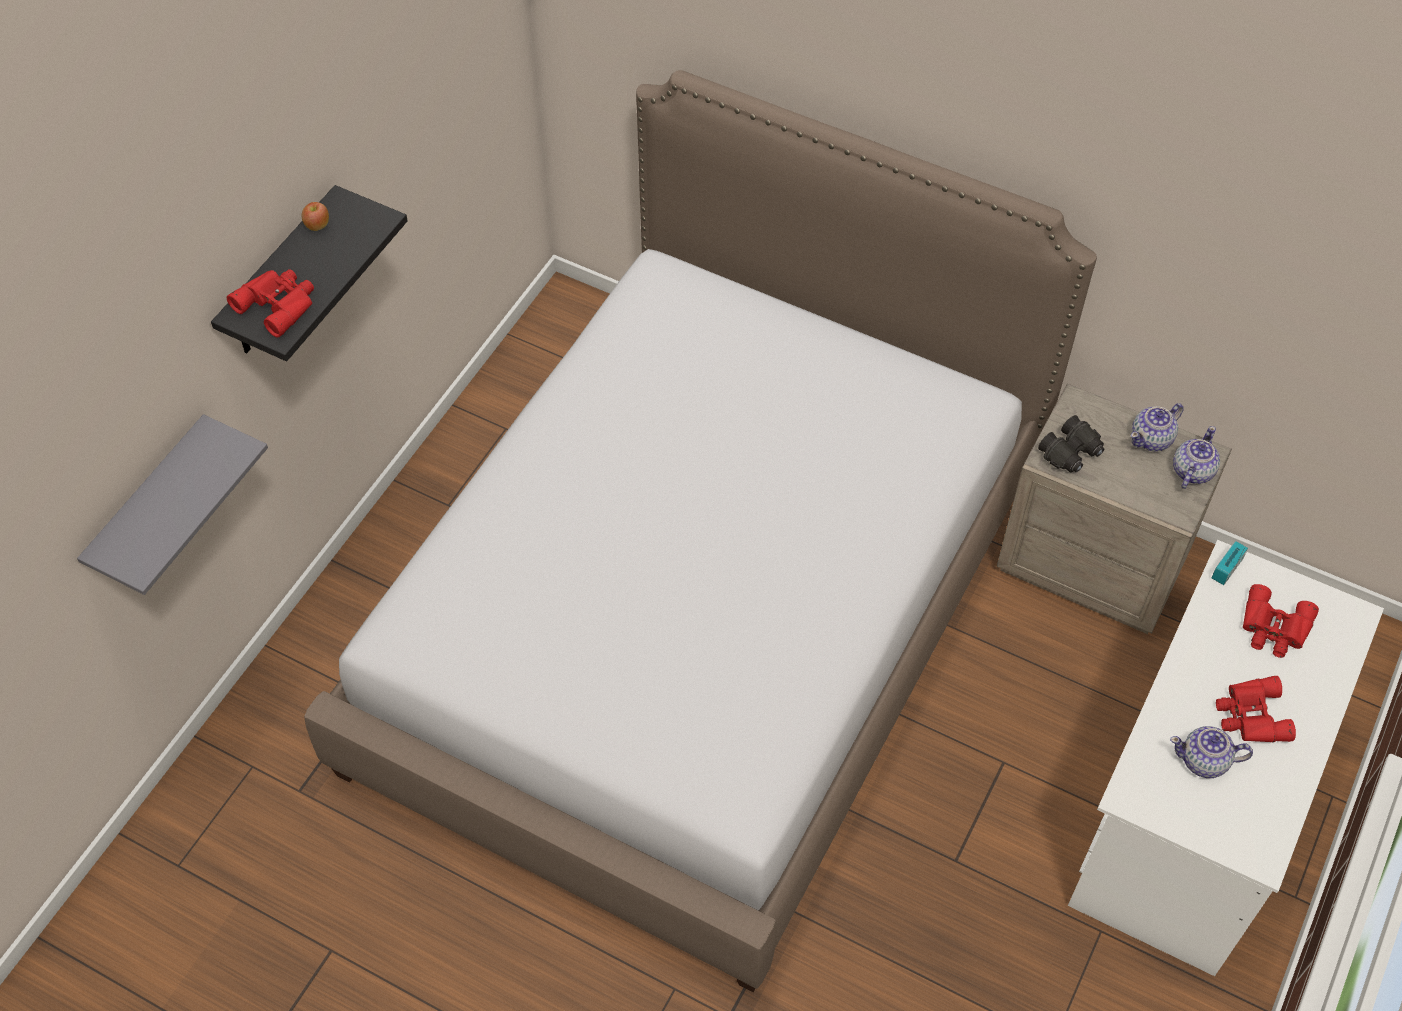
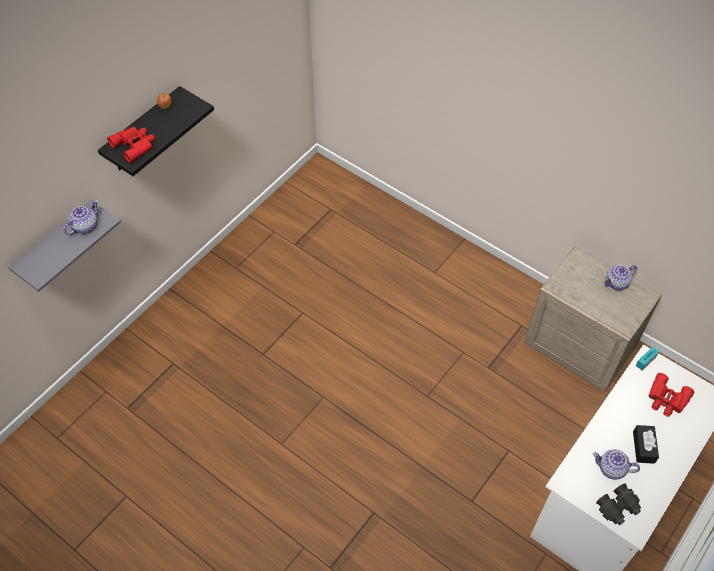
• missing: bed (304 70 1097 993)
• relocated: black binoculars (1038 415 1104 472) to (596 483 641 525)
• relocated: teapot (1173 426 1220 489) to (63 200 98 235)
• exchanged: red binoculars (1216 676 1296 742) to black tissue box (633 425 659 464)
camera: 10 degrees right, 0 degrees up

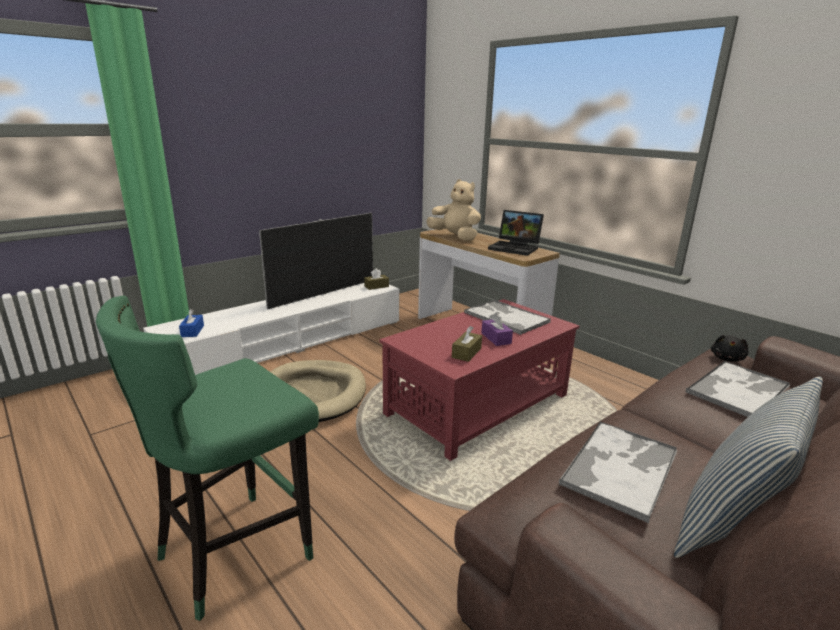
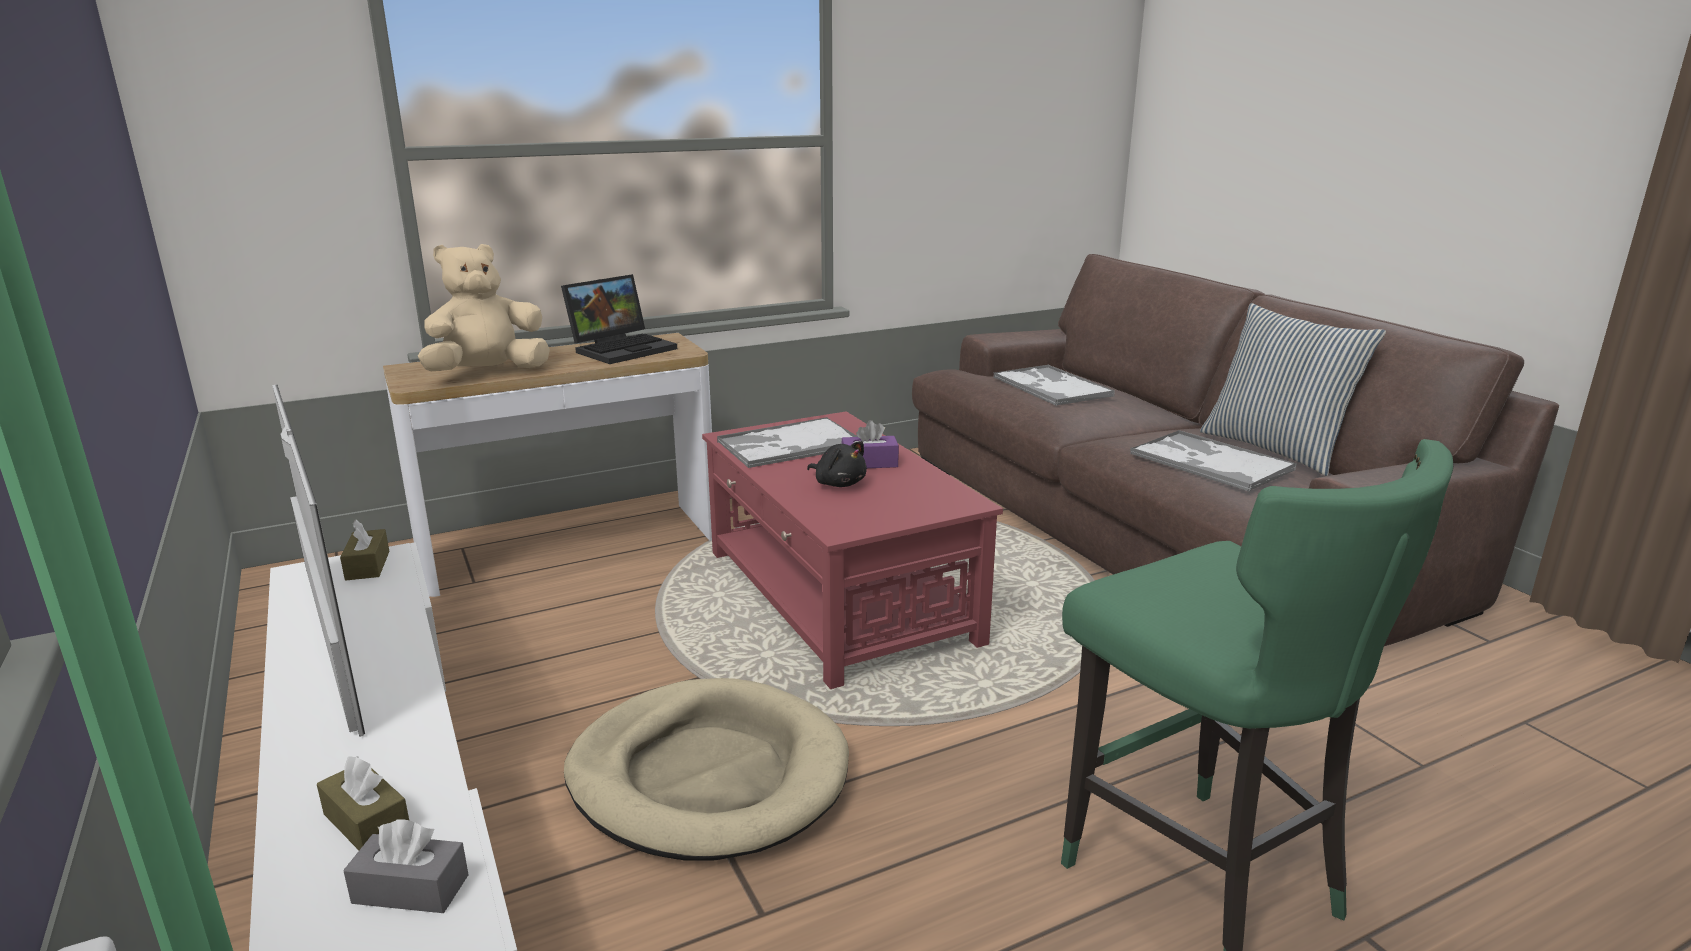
• colour: blue tissue box (179 309 204 337) to grey tissue box (343 819 468 913)
• relocated: brown tissue box (452 326 482 362) to (317 756 409 850)
• relocated: black plush toy (711 335 748 362) to (807 441 867 487)
camera: 75 degrees left, 0 degrees up

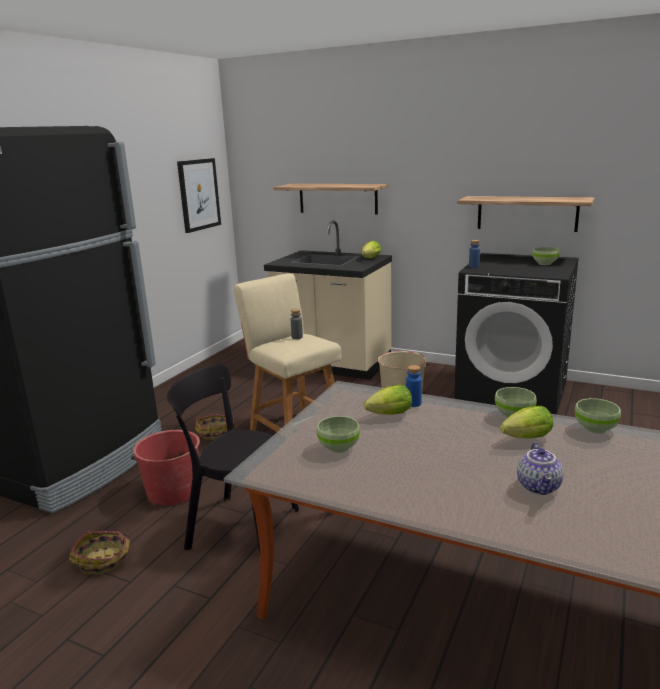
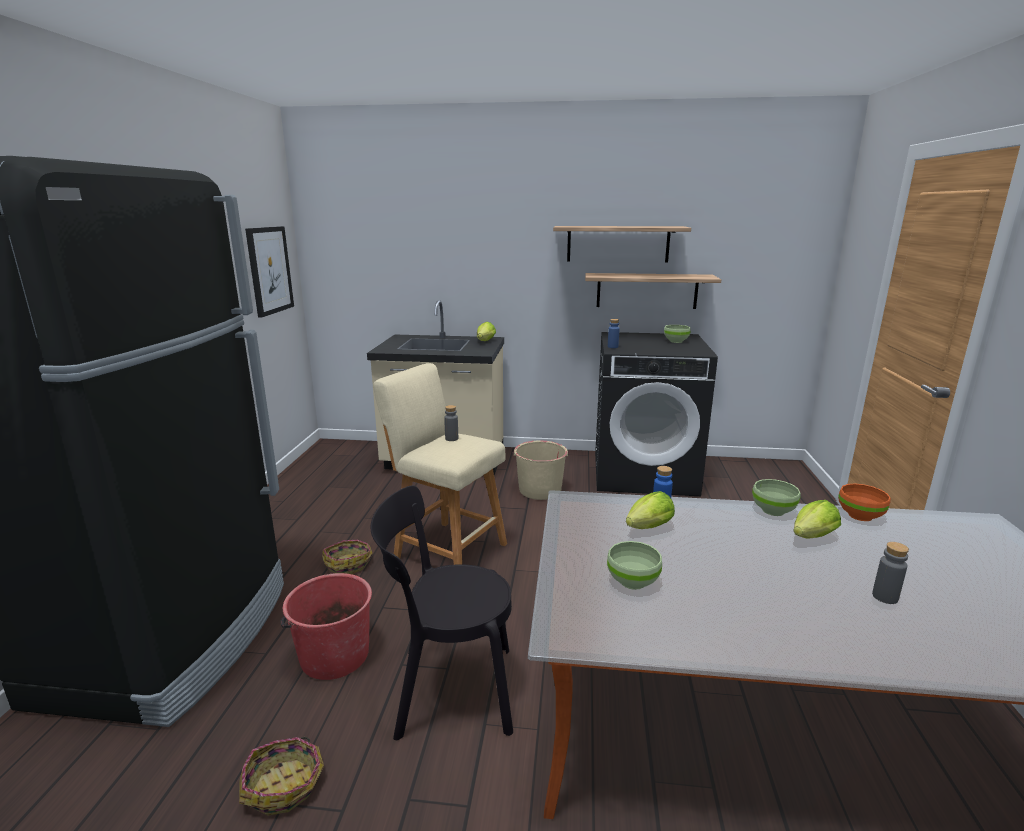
• relocated: shelf (273 184 388 215) to (553 226 691 262)
• exchanged: teapot (517 442 564 495) to grey bottle (872 542 909 604)
• colour: green bowl (575 398 621 434) to orange bowl (838 483 891 521)
camera: 20 degrees left, 0 degrees up

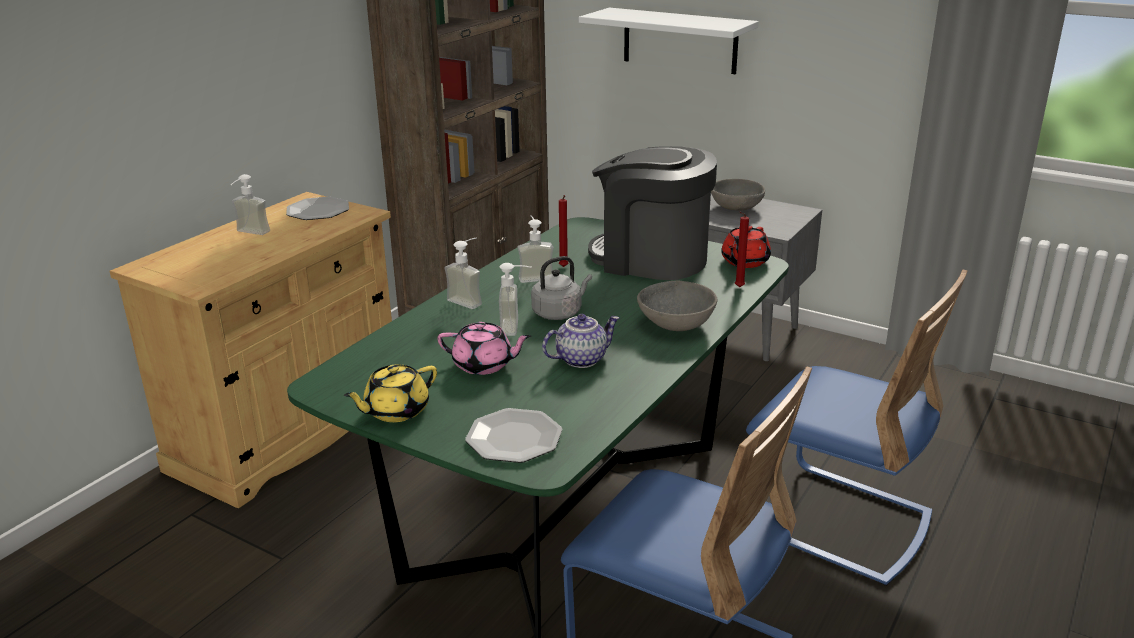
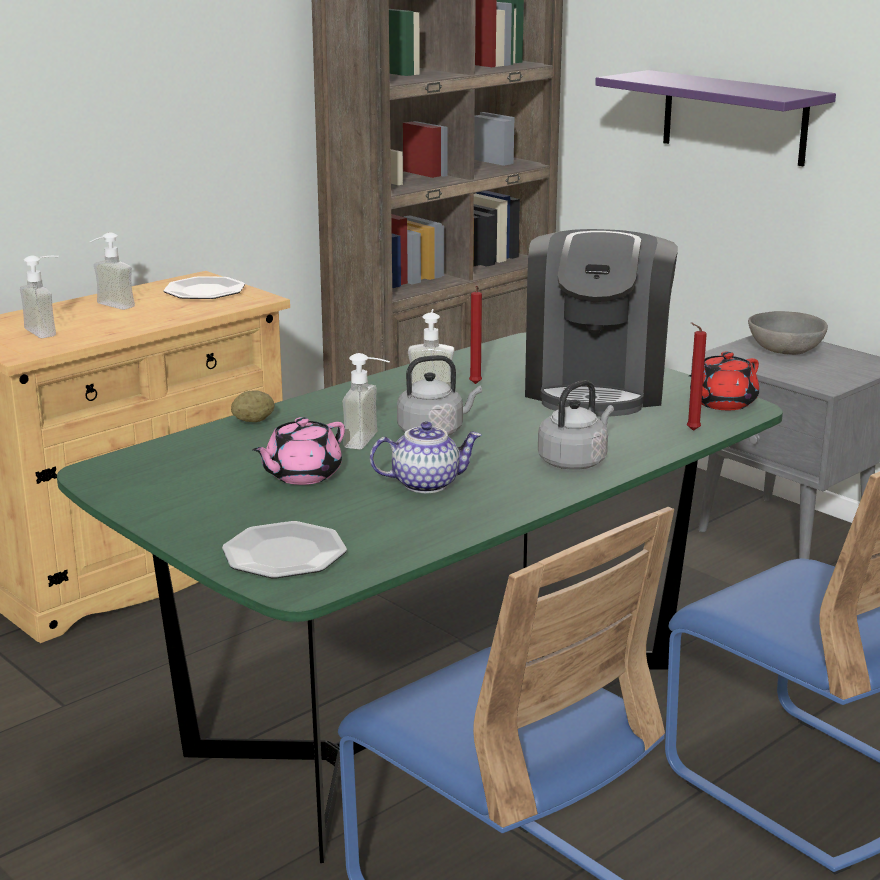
• missing: yellow teapot (344 364 437 422)
• spun: pink teapot (437 322 531 375) = (252 417 345 485) 105 degrees clockwise
• relocated: soap dispenser (445 238 482 309) to (20 255 59 338)
• colour: white shelf (579 8 759 74) to purple shelf (595 70 836 166)
• spun: coffee machine (588 146 717 280) = (525 229 678 417) 120 degrees counterclockwise
• exchanged: grey bowl (637 280 717 331) to grey kettle (538 380 614 470)
• appeared: potato (231 390 275 422)
camera: 15 degrees right, 5 degrees down

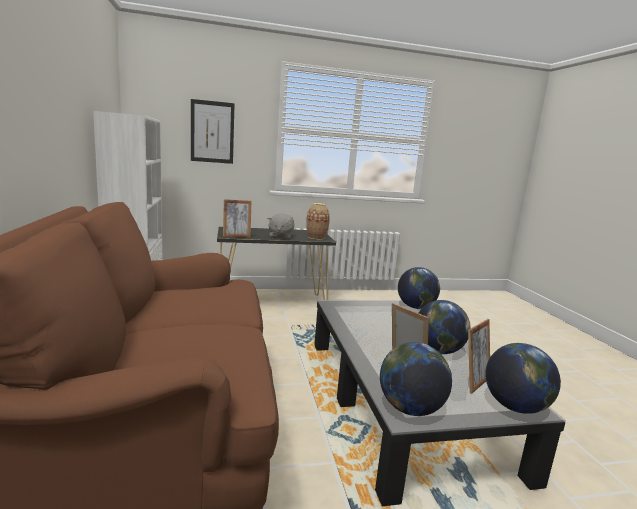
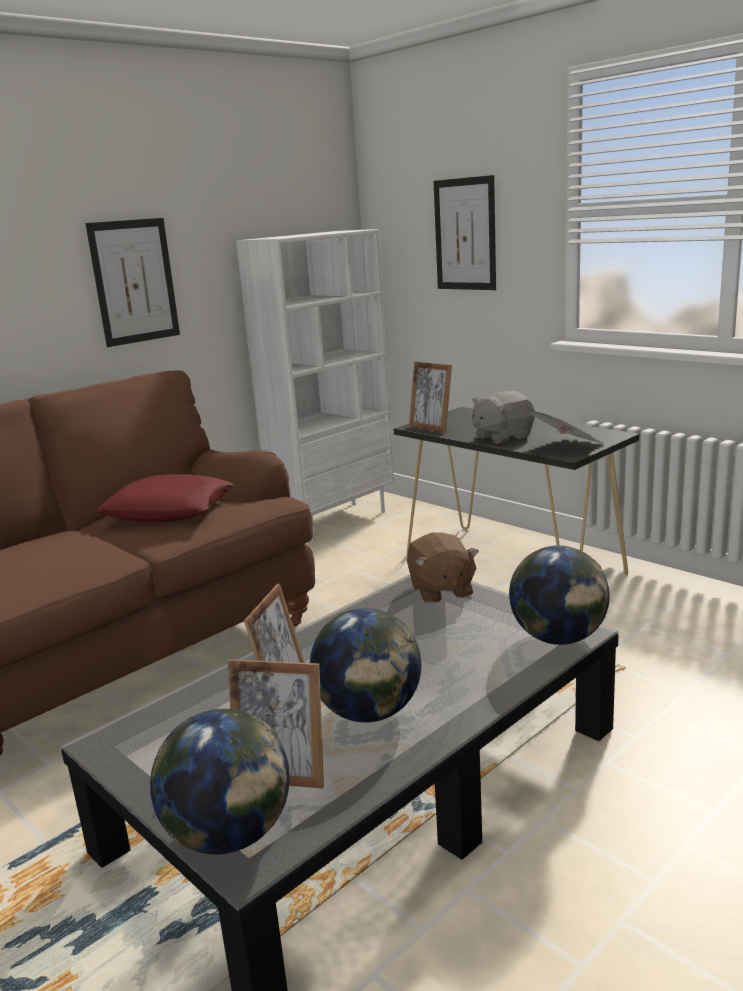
• exchanged: vase (306 203 330 240) to newspaper (525 412 601 442)
• missing: globe (380 342 452 416)
• appeared: picture (85 218 180 347)
• appeared: red pillow (96 474 234 522)
• appeared: brown plush toy (407 532 479 604)
camera: 60 degrees right, 5 degrees up

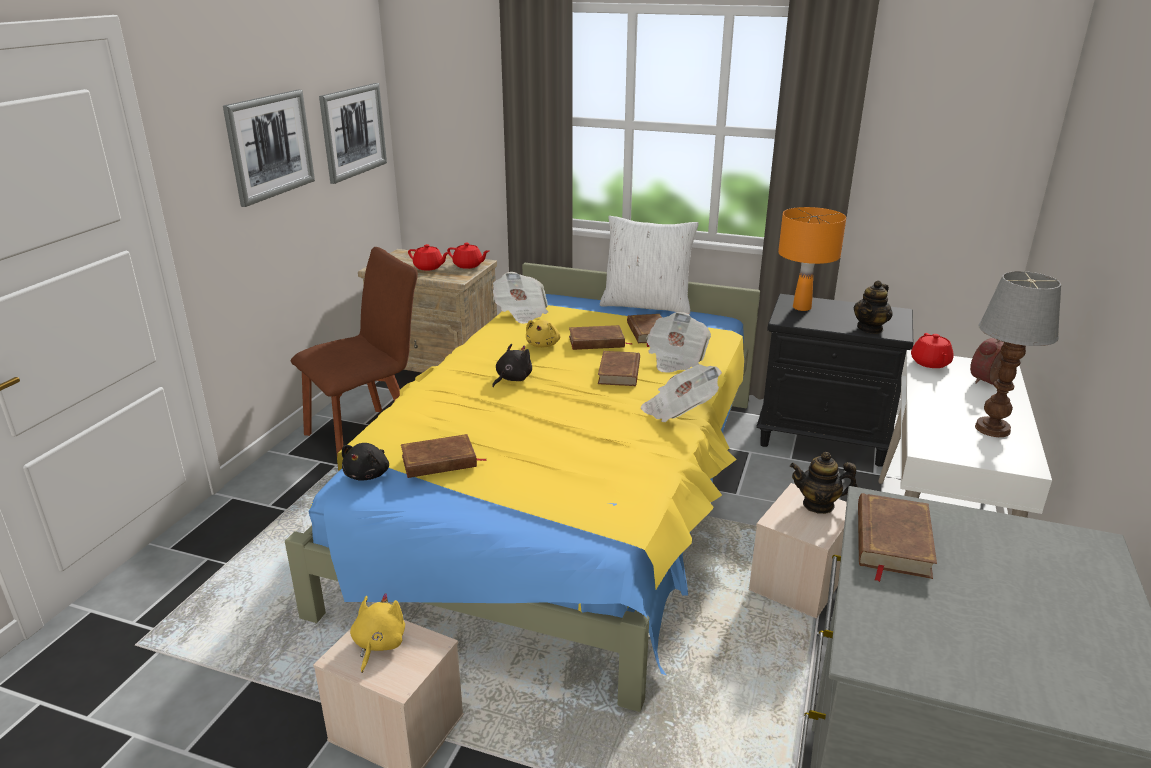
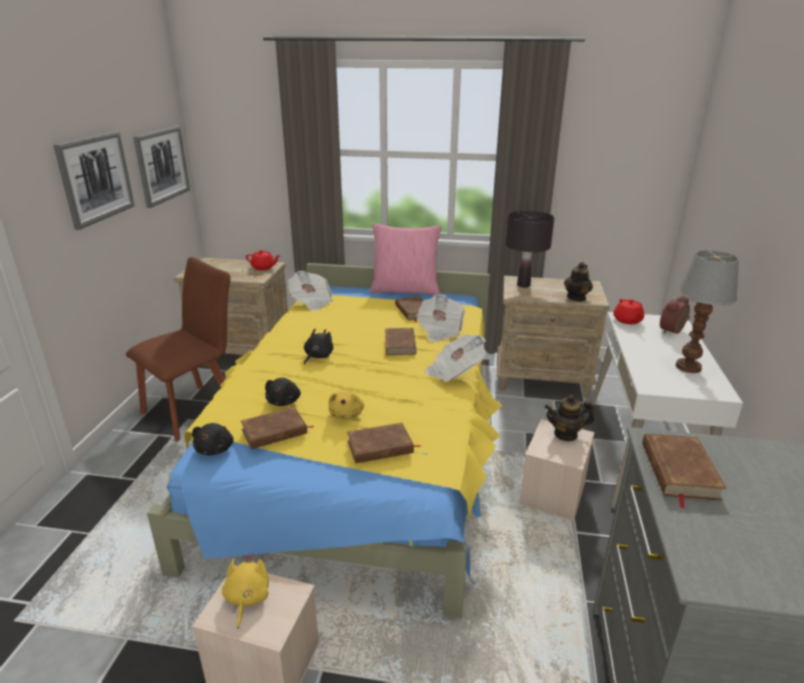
• missing: red teapot (408 244 449 271)
• relocated: yellow plush toy (526 320 560 348) to (329 390 364 420)
• relocated: brown book (569 325 633 350) to (347 423 421 463)
• colour: white pillow (600 216 699 314) to pink pillow (370 224 441 295)
• colour: black nightstand (756 294 913 467) to beige nightstand (497 276 610 397)
• colour: orange table lamp (778 207 846 311) to black table lamp (505 211 554 288)
• appeared: black plush toy (265 378 301 406)
camera: 10 degrees left, 0 degrees up

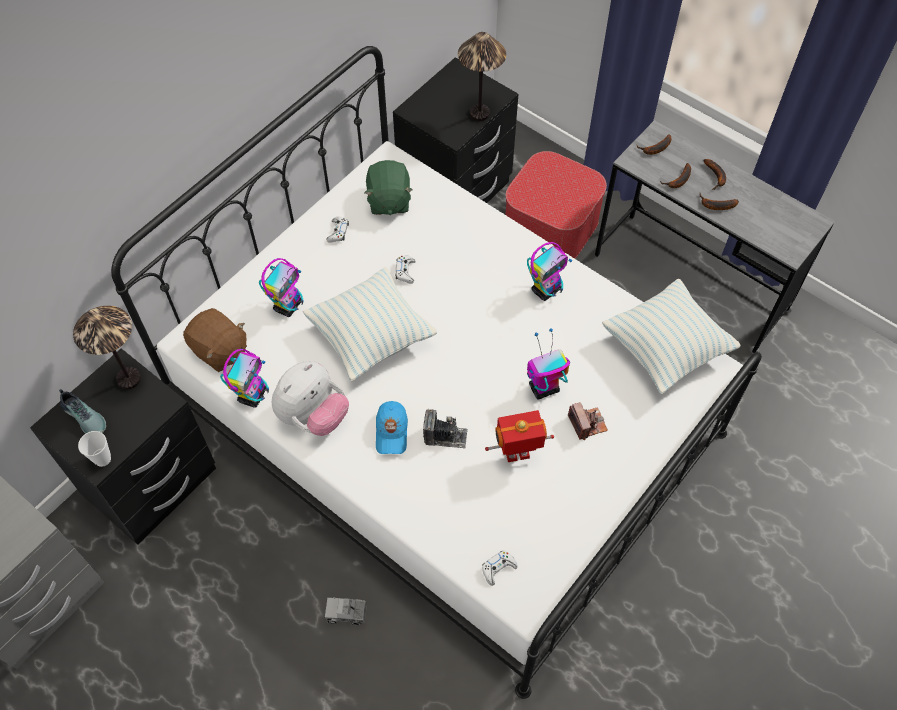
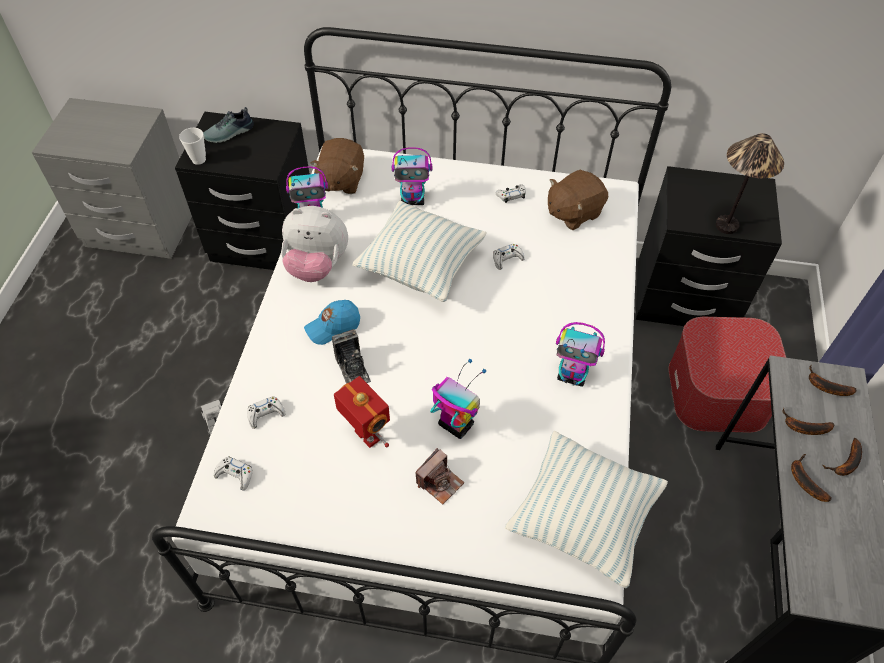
• spun: shoe (59 389 106 434) = (203 107 254 143) 45 degrees clockwise
• missing: table lamp (73 306 141 389)
• colour: green plush toy (364 160 413 215) to brown plush toy (548 170 608 230)
• appeared: white game controller (247 397 285 429)
camera: 60 degrees right, 5 degrees down

